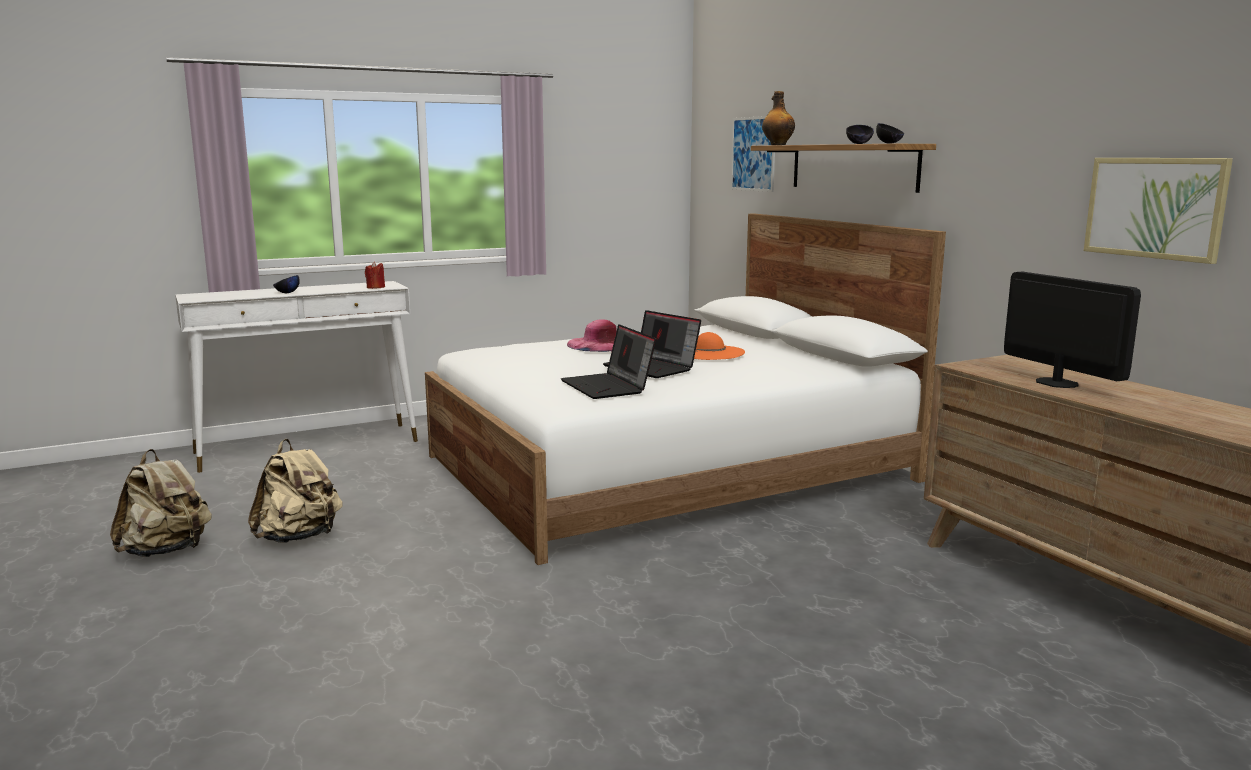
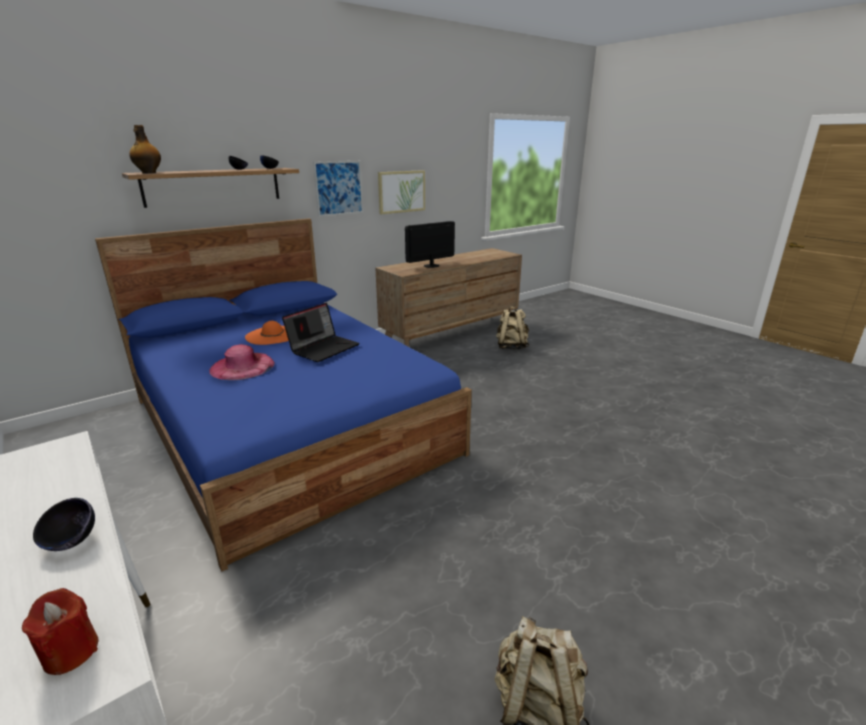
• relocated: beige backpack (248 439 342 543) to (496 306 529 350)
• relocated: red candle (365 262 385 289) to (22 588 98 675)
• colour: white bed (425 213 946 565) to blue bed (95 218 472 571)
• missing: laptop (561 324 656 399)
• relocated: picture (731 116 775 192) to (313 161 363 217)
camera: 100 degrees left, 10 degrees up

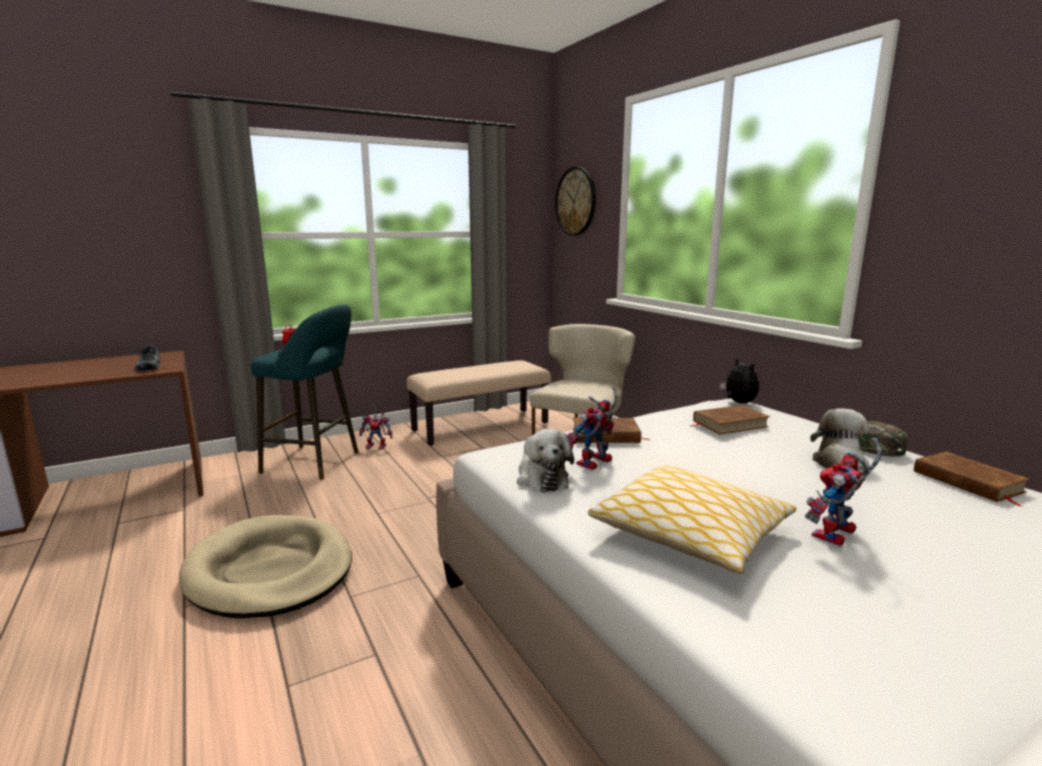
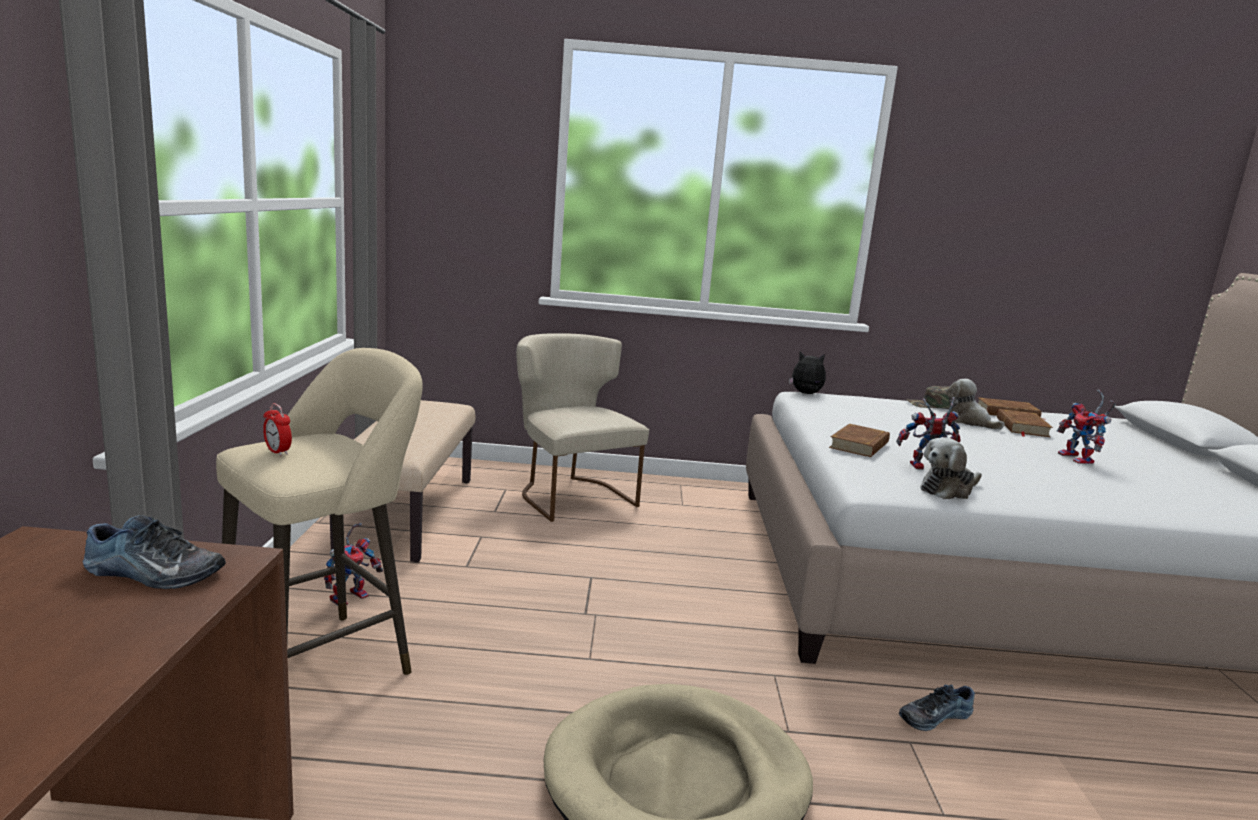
• colour: turquoise stool (251 305 358 480) to beige stool (216 348 423 675)
• spun: plush toy (517 429 574 493) = (920 437 982 499) 135 degrees clockwise
• missing: wall clock (555 167 596 235)
• spun: toy robot (567 387 618 470) = (896 397 960 470) 105 degrees clockwise
• missing: pillow (588 466 797 574)
• relocated: brown book (690 405 770 435) to (997 409 1053 437)
• appeared: shoe (899 685 975 731)
camera: 60 degrees left, 0 degrees up

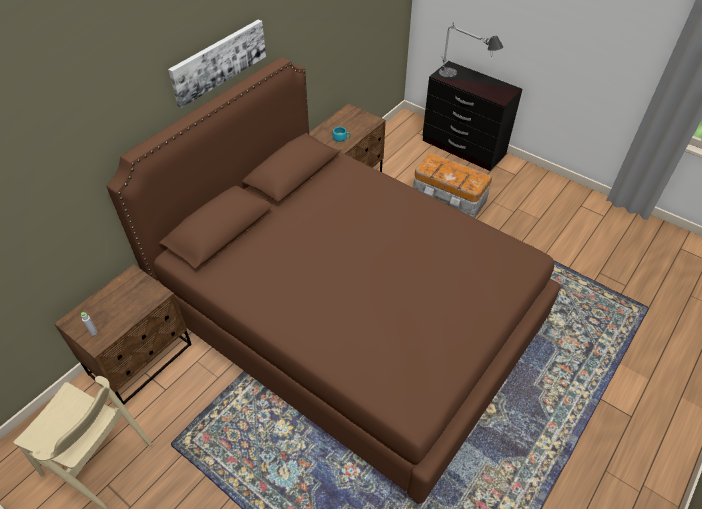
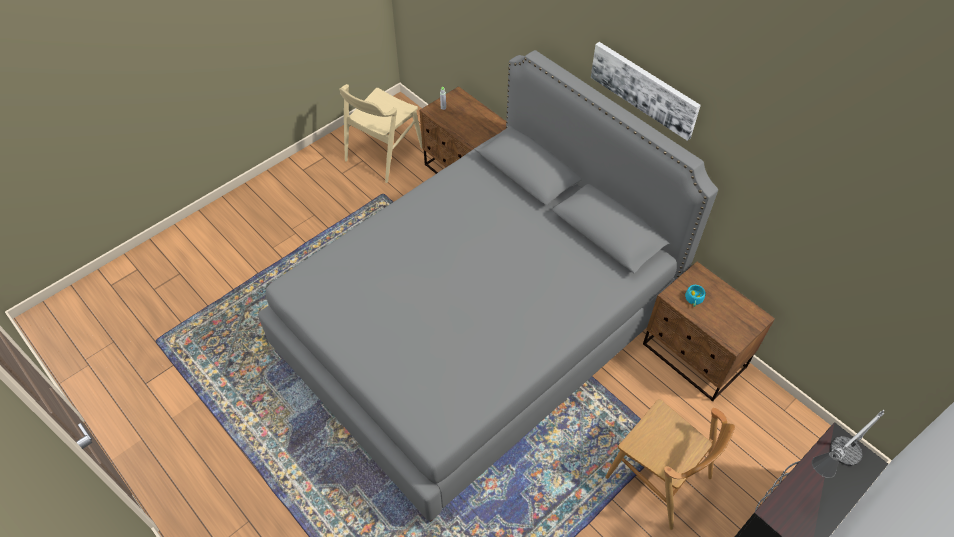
• colour: brown bed (106 57 560 504) to grey bed (258 50 718 522)
• exchanged: storage box (413 152 492 218) to brown chair (605 399 735 530)
camera: 100 degrees right, 5 degrees up

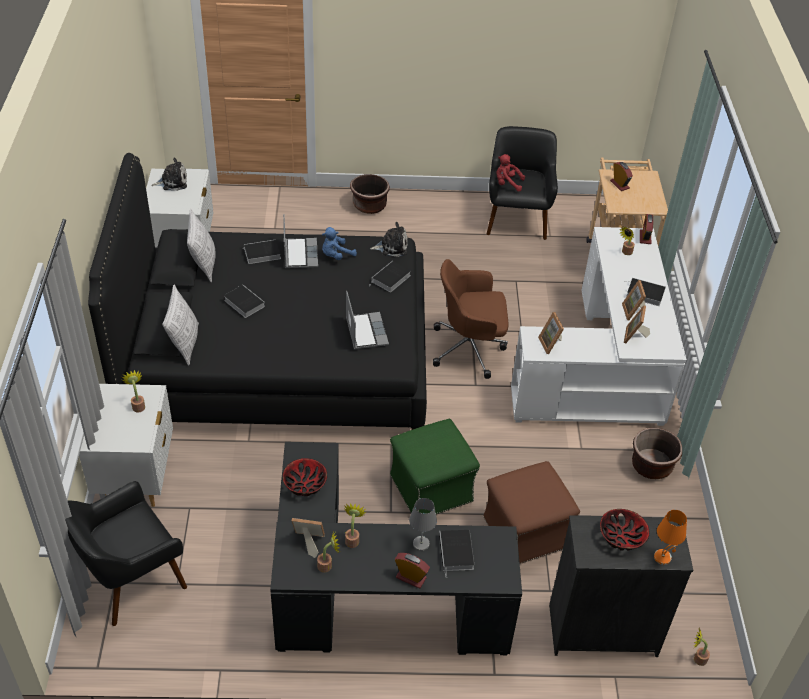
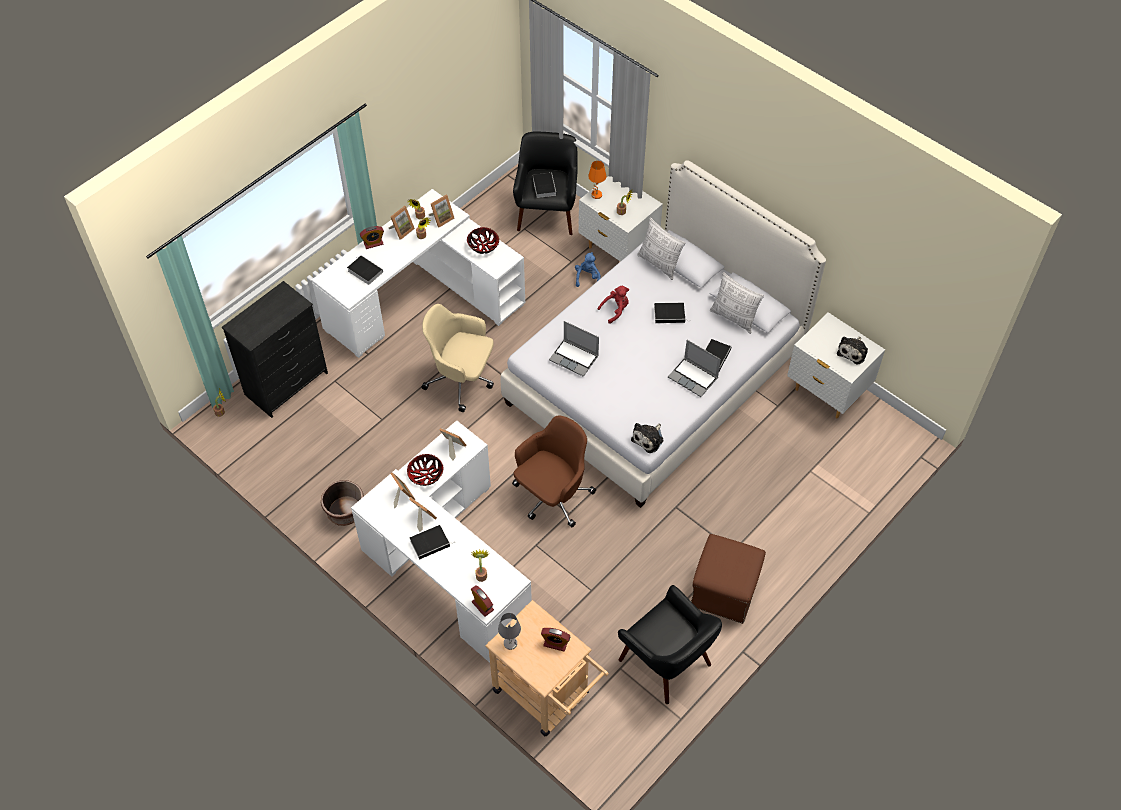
• colour: black bed (88 153 427 430) to white bed (501 160 826 508)
• colour: black desk (270 442 522 655) to white desk (312 189 525 358)
• relocated: blue plush toy (322 227 357 260) to (575 252 601 287)
• missing: brown planter (350 174 390 214)
• relocated: book (370 261 411 292) to (533 173 556 198)
• exchanged: green ottoman (390 419 480 514) to beige office chair (421 304 494 412)
• relocated: grey table lamp (409 498 437 551) to (498 613 521 650)
• relocated: brown ottoman (483 461 580 564) to (691 534 766 624)
• relocated: red plush toy (496 154 525 191) to (597 286 629 324)
• relocated: bowl (600 509 650 550) to (407 454 443 486)
• relocated: orange table lamp (654 510 687 565) to (588 161 606 199)
• appeared: picture frame (389 206 415 240)
camera: 135 degrees right, 10 degrees up

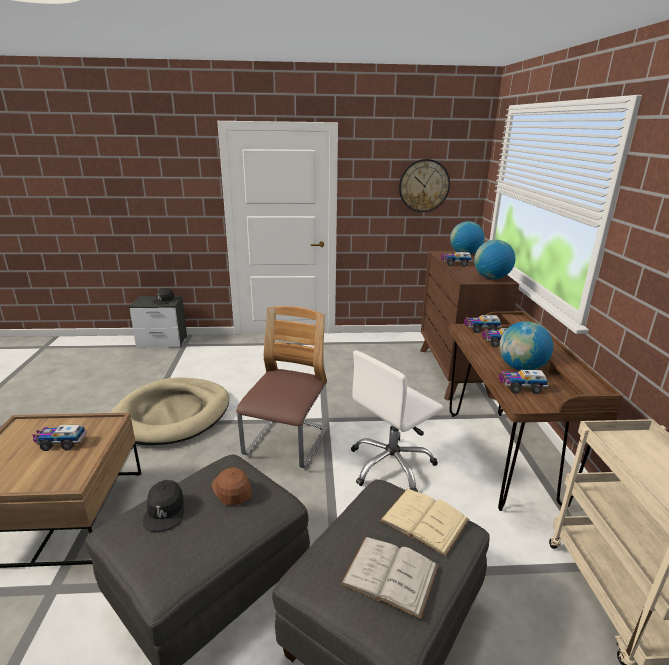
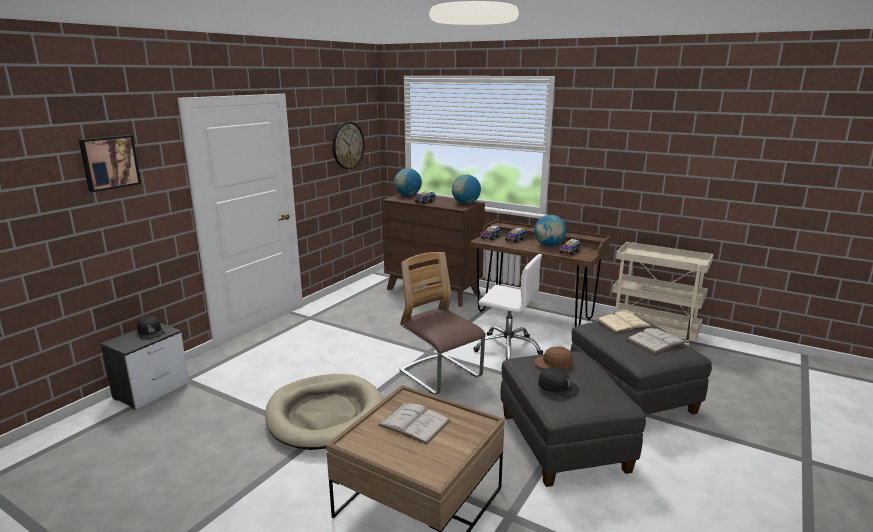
• exchanged: toy truck (33 425 87 451) to white book (378 402 451 445)
• spun: white office chair (351 350 444 492) = (473 254 543 360) 60 degrees counterclockwise
• appeared: picture (79 135 141 192)
camera: 55 degrees left, 5 degrees down

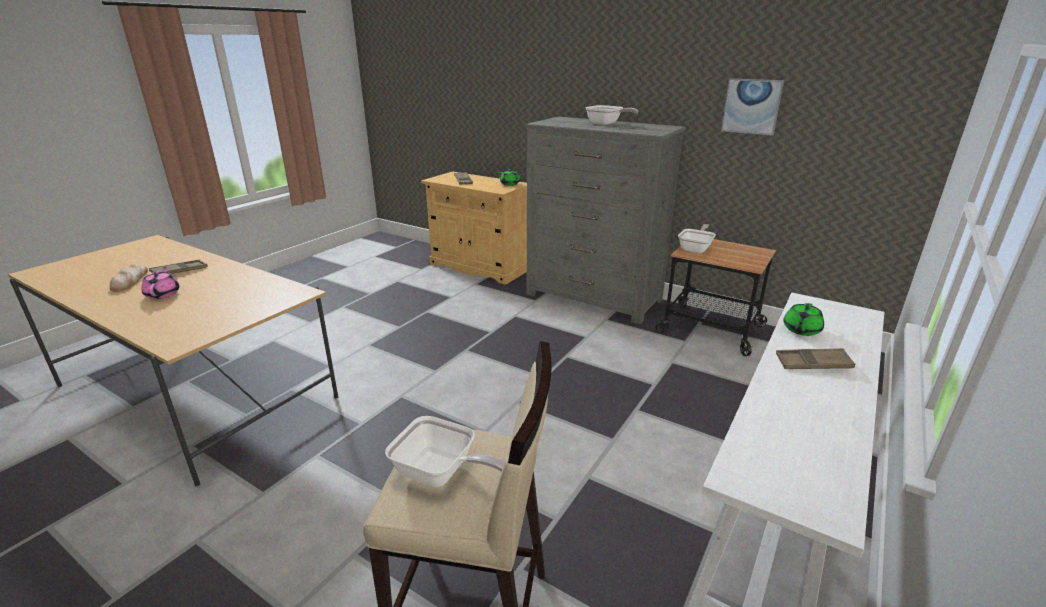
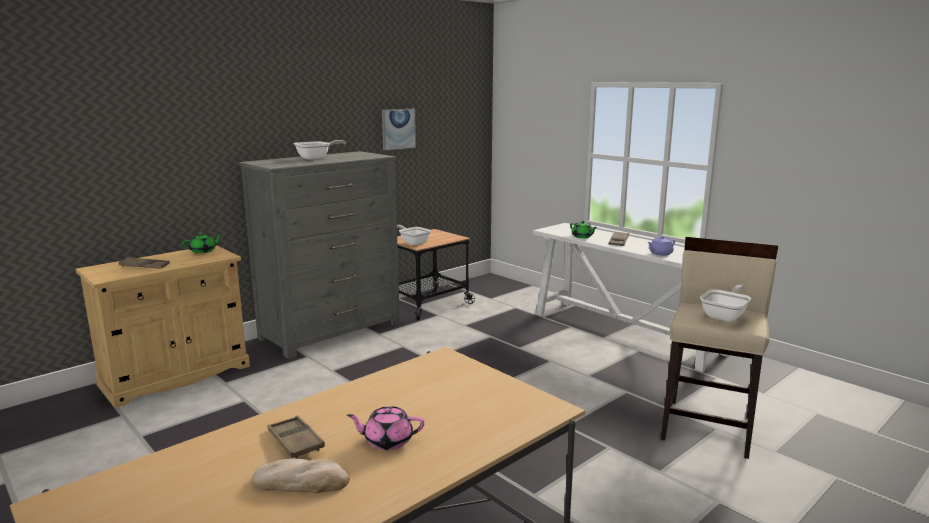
• appeared: purple teapot (647 236 675 256)
camera: 75 degrees left, 10 degrees down

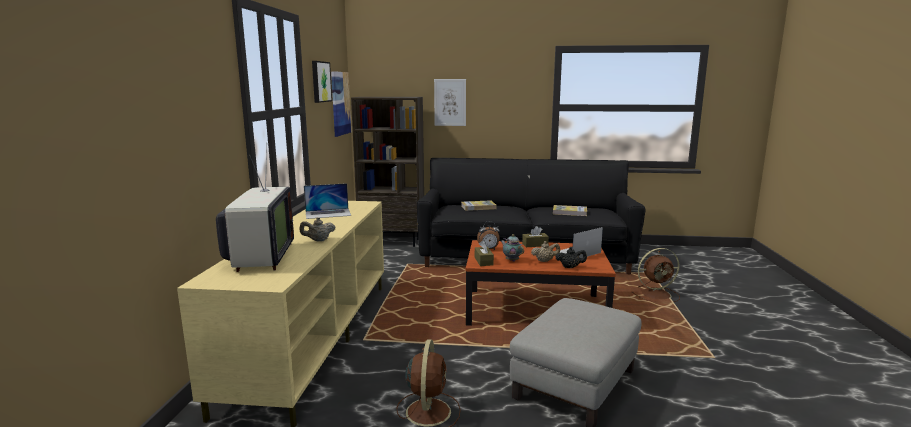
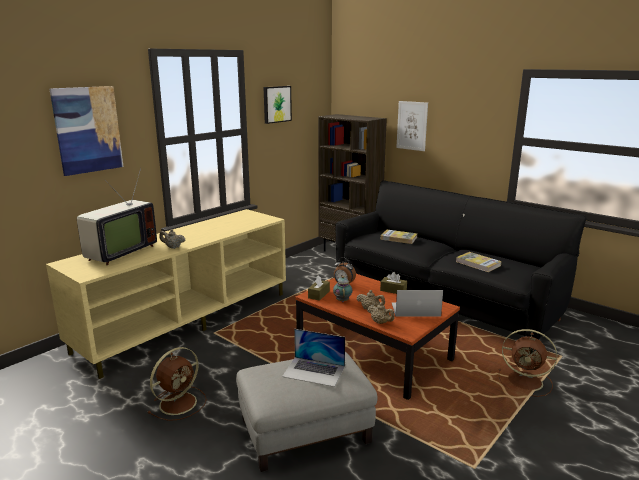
• relocated: laptop (304 183 351 219) to (282 329 345 387)
• relocated: picture (331 71 351 137) to (50 86 123 176)
• colour: black teapot (555 247 587 268) to beige teapot (367 302 395 324)
camera: 35 degrees right, 5 degrees up

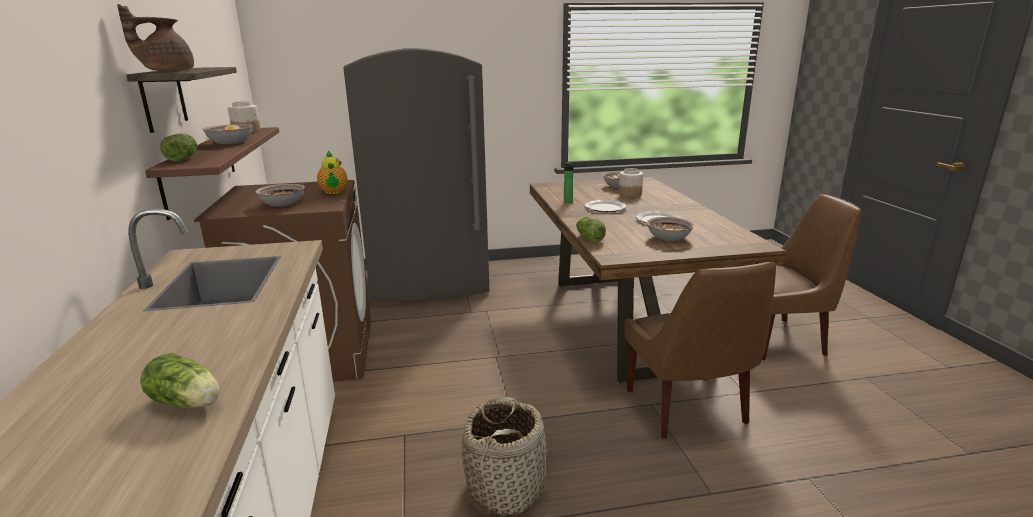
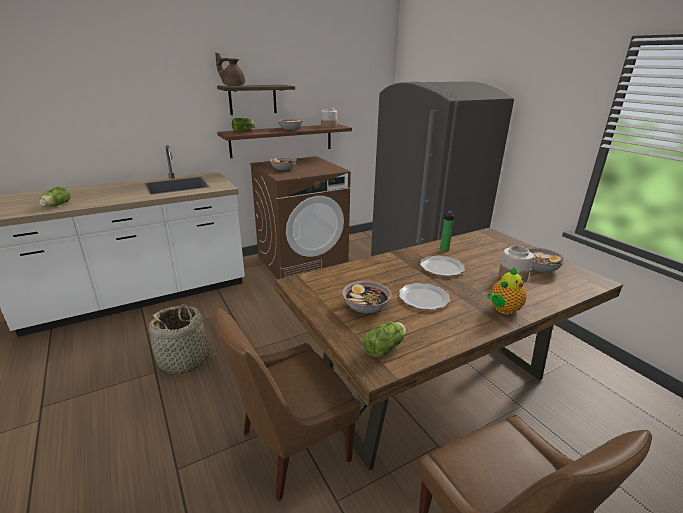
• relocated: teapot (317 150 348 194) to (487 268 527 314)
• relocated: lettuce (576 217 606 243) to (363 322 406 358)
camera: 70 degrees right, 5 degrees up

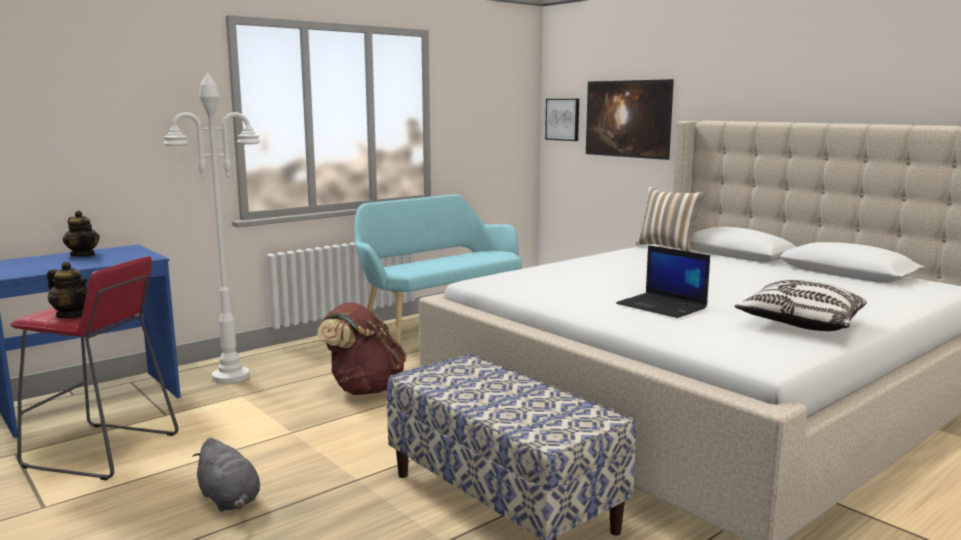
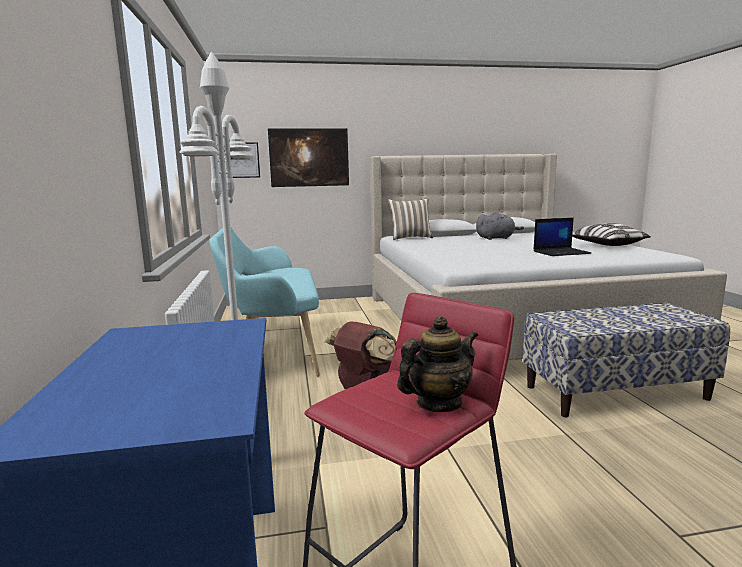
• missing: teapot (63 210 100 257)
• relocated: grey plush toy (192 438 260 512) to (476 212 524 240)
camera: 60 degrees left, 0 degrees up

